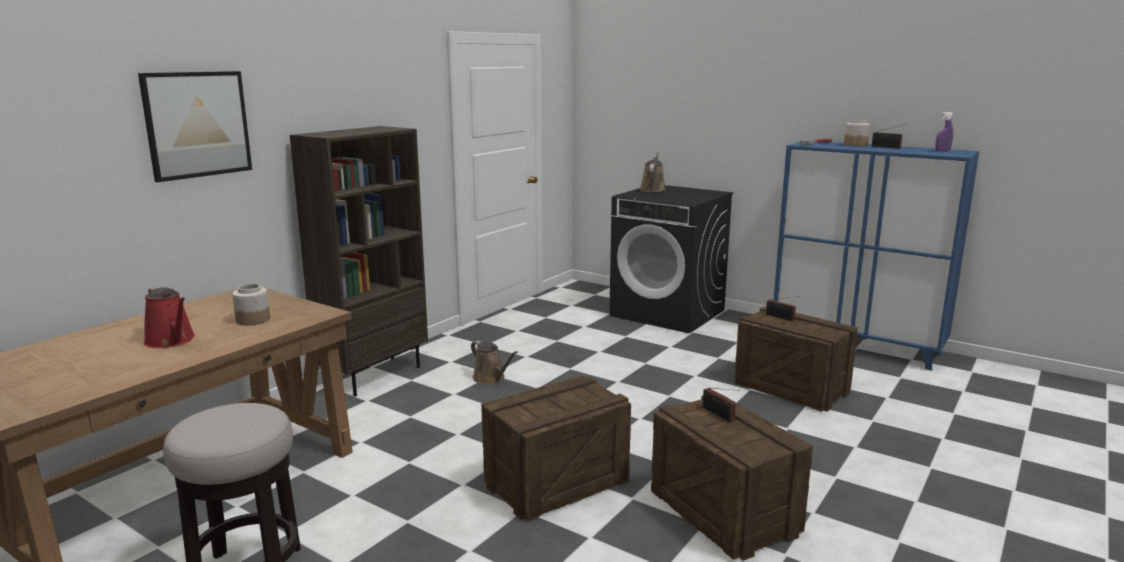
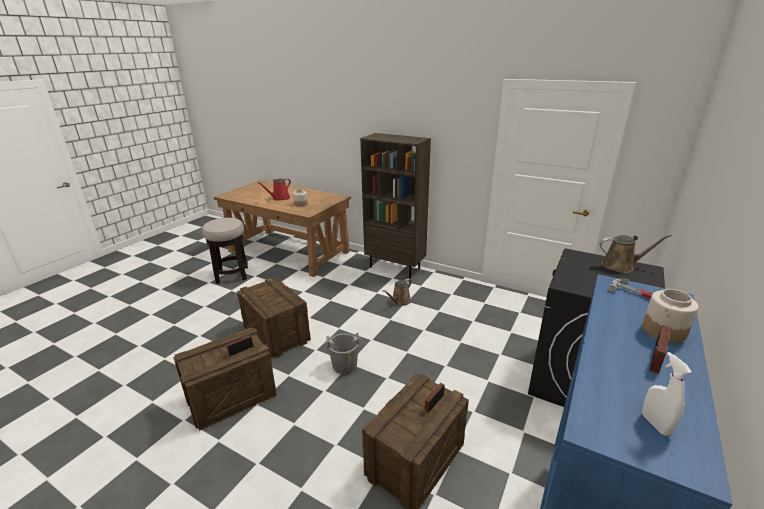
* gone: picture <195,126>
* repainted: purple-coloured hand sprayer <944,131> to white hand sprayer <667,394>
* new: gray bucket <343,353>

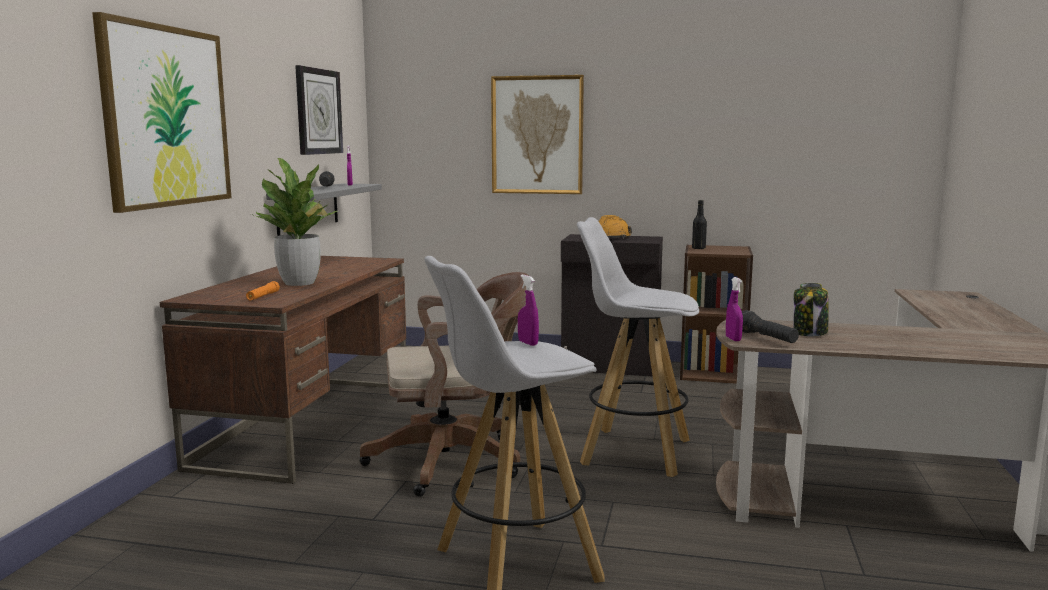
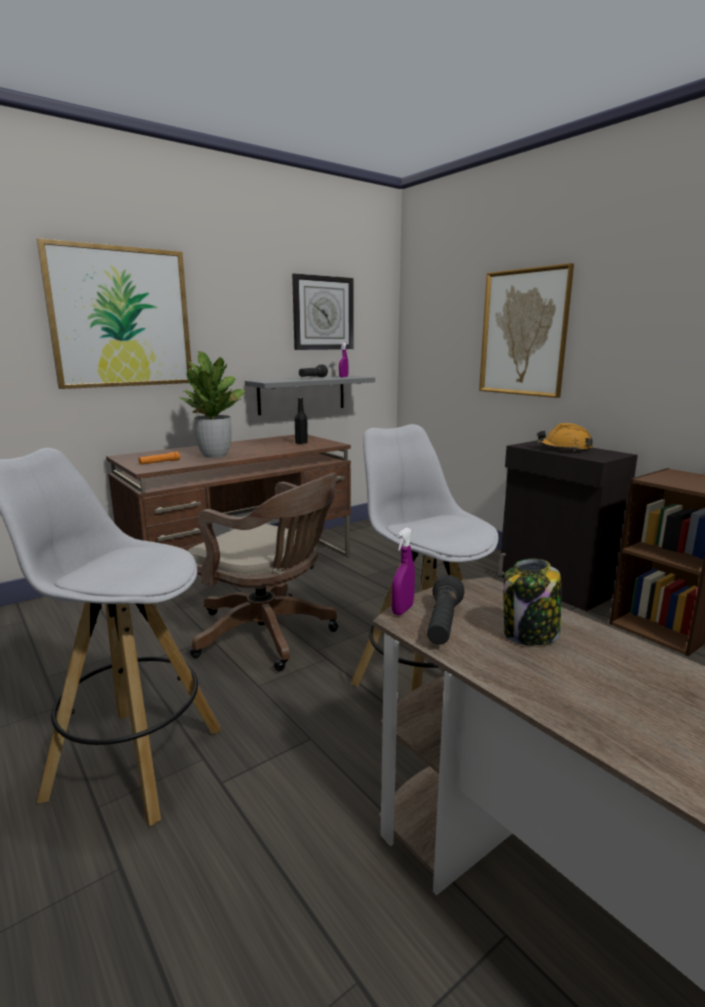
* gone: purple-coloured hand sprayer <528,310>
* shifted: black-coloured drink bottle <699,224> to <301,420>

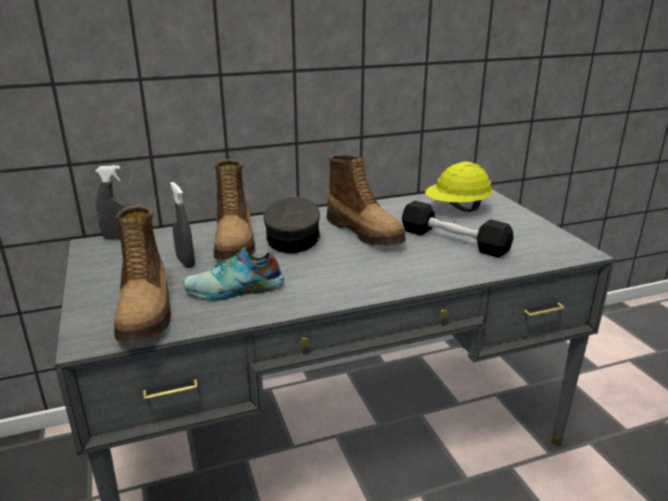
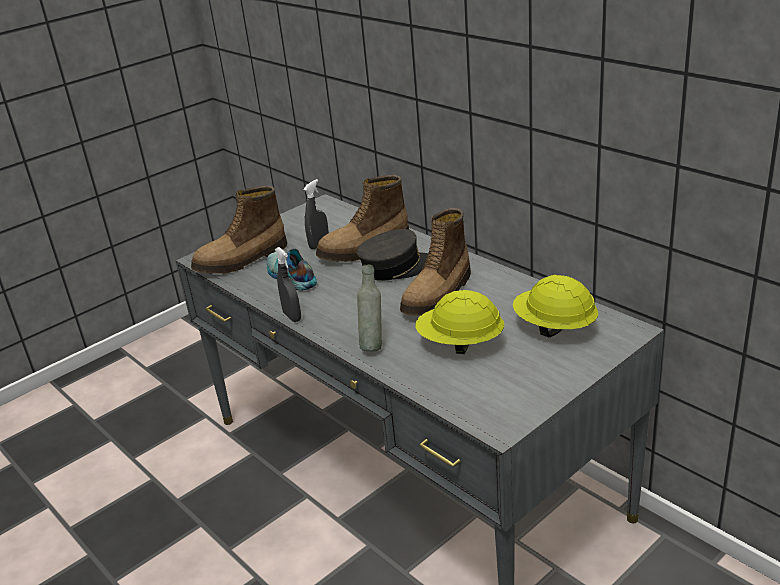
* shifted: gray hand sprayer <112,202> to <288,284>
* swapped: black-coloured free weight <458,229> to yellowish safety helmet <459,322>
* new: gray drink bottle <369,307>

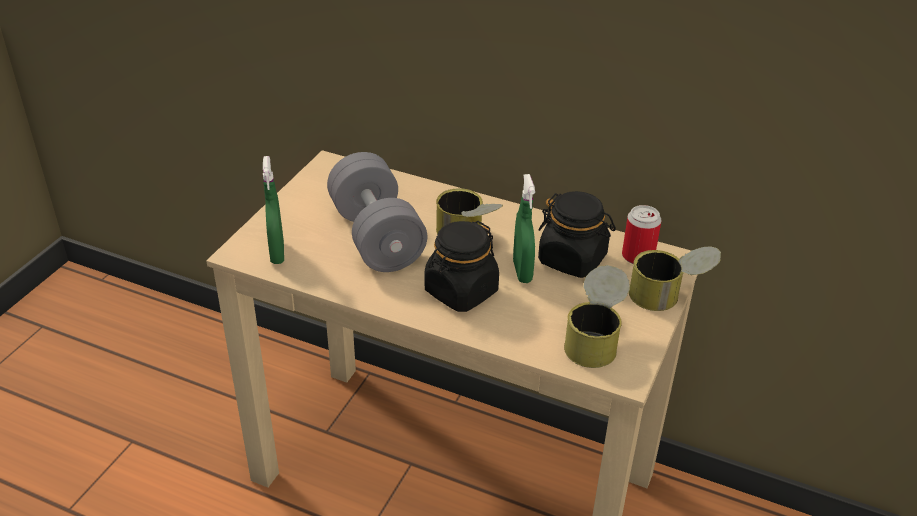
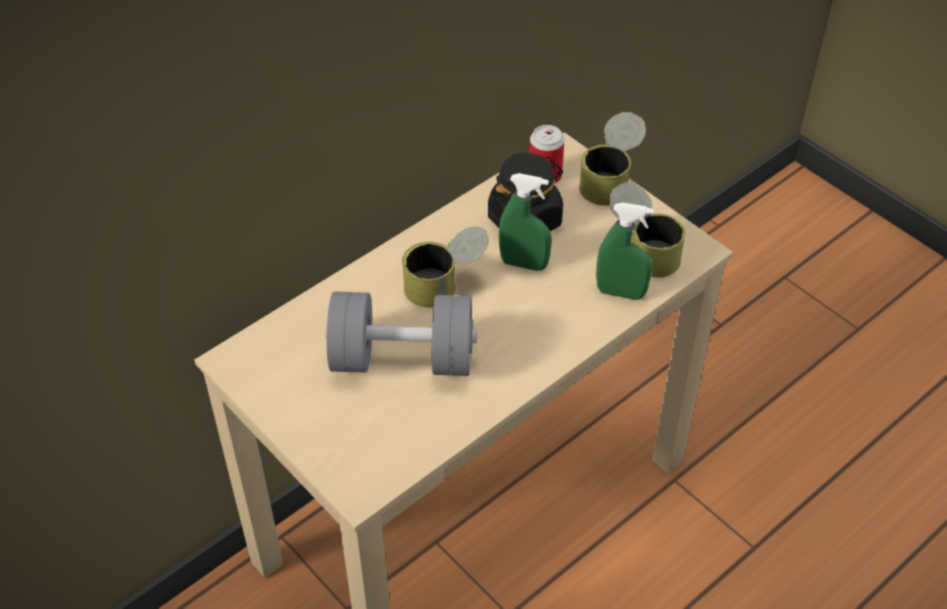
* shifted: green hand sprayer <273,210> to <625,251>
* gone: black-coloured jar <461,266>

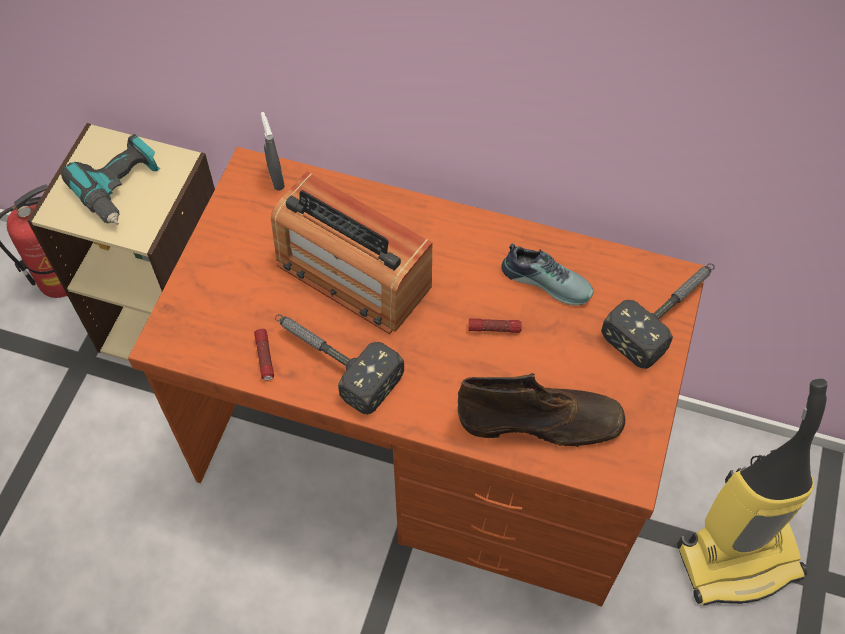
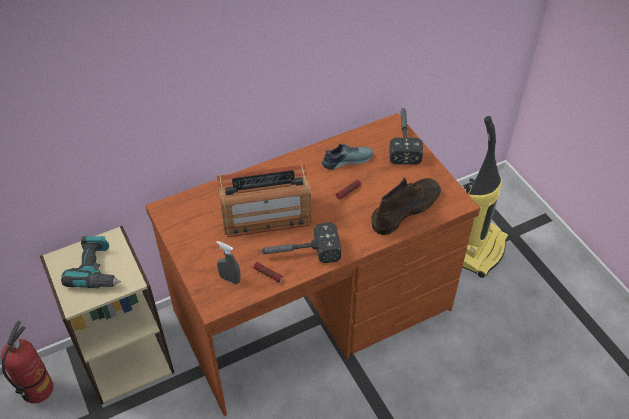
* shifted: gray hand sprayer <273,151> to <228,262>

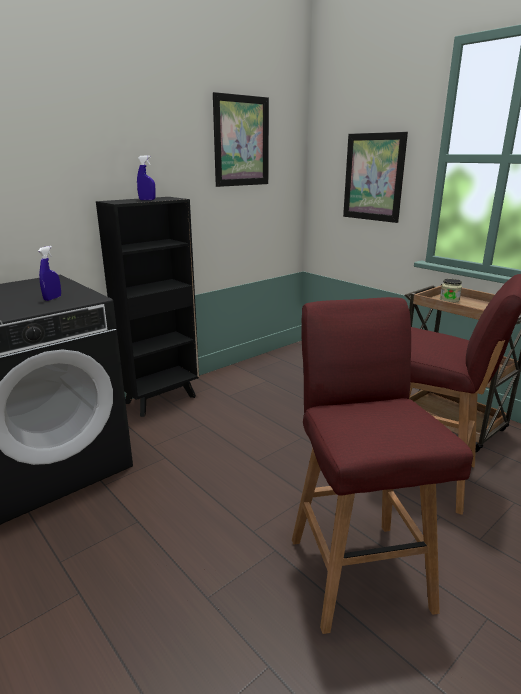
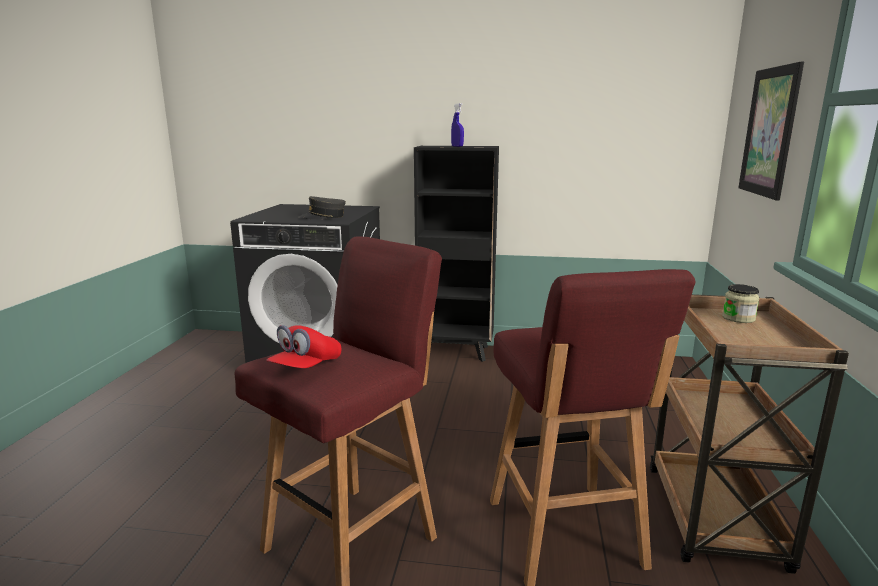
* swapped: bluish hand sprayer <49,273> to gray baseball cap <322,207>
* gone: picture <241,139>
* new: red baseball cap <303,346>

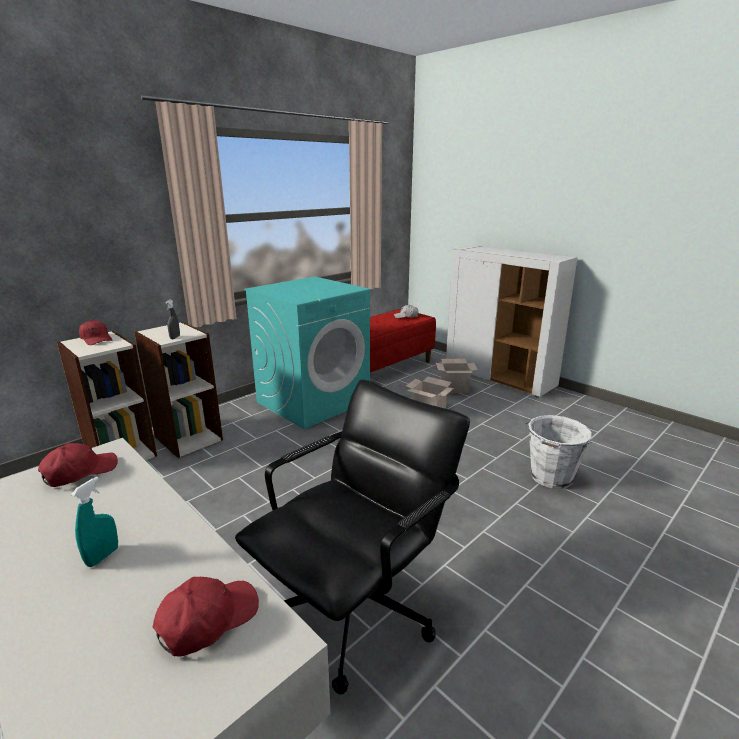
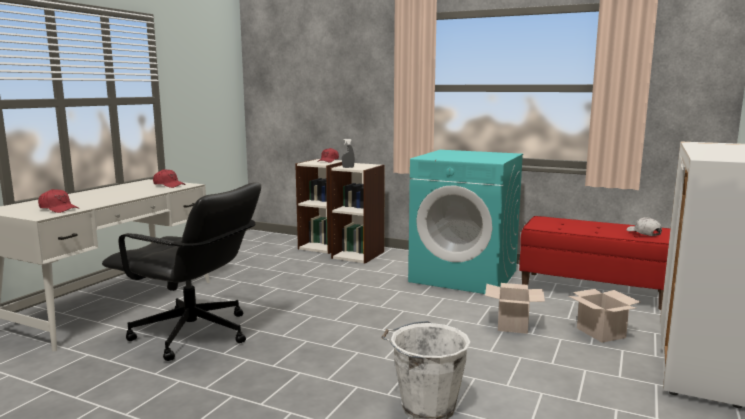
* gone: turquoise hand sprayer <94,522>

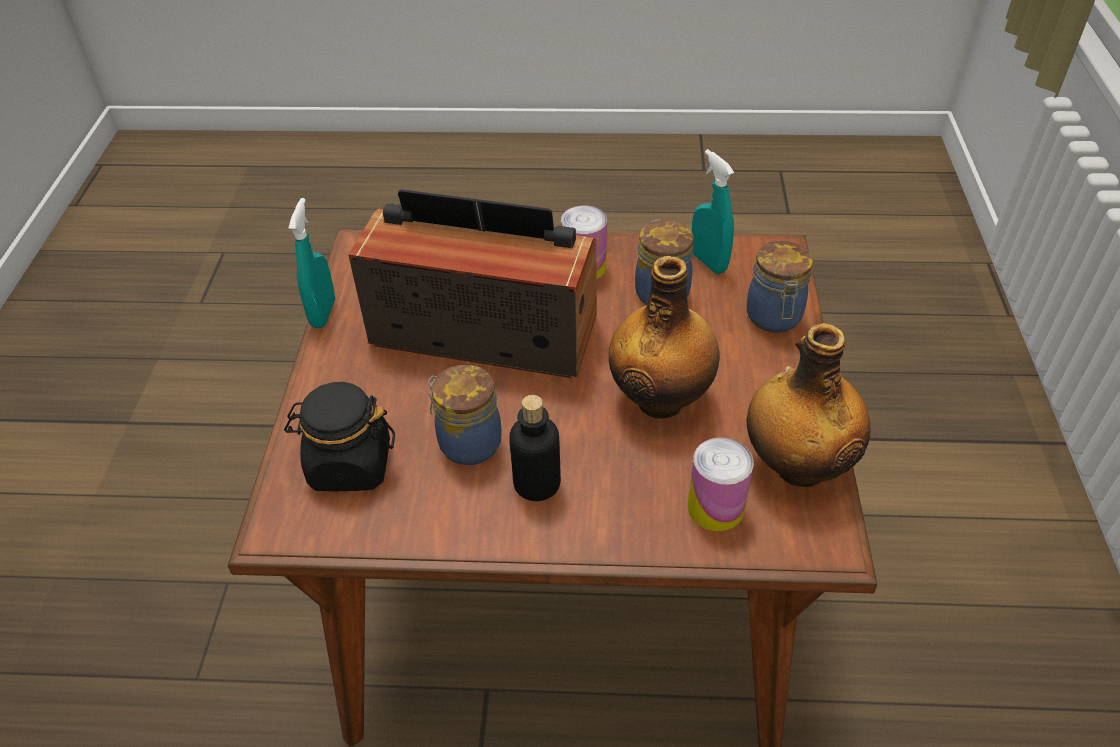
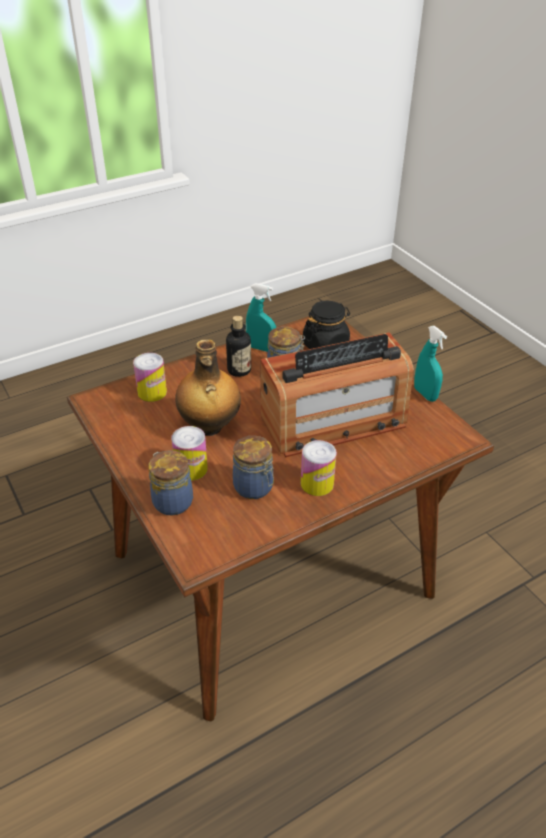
* shifted: turquoise hand sprayer <713,211> to <261,317>
* gone: drink bottle <809,405>
* new: metal can <189,453>

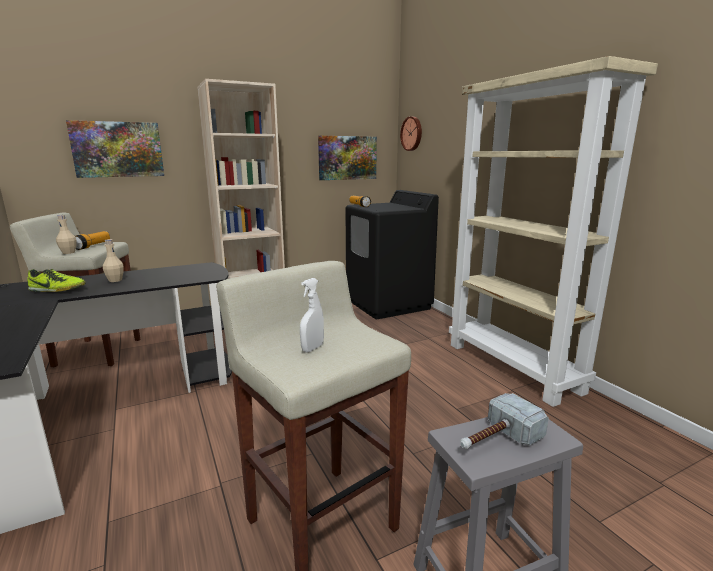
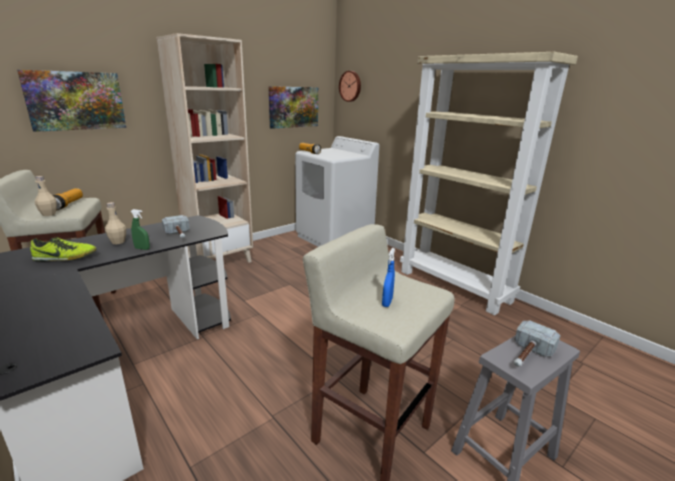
* repainted: white hand sprayer <312,315> to bluish hand sprayer <388,277>
* repainted: black-coloured washing machine <392,254> to white washing machine <337,191>
* new: green hand sprayer <140,229>
* new: hand hammer <176,226>

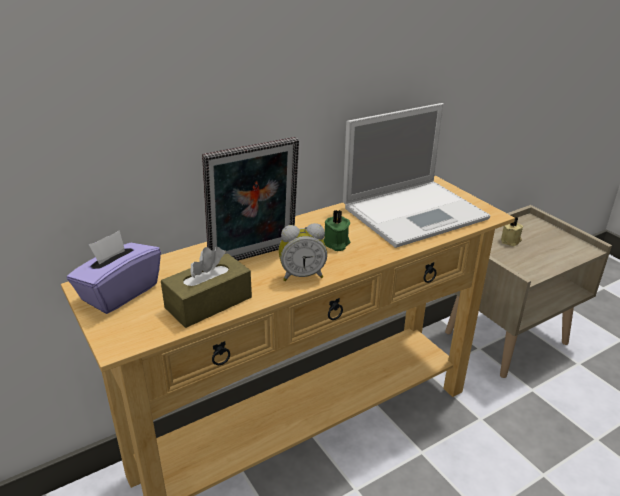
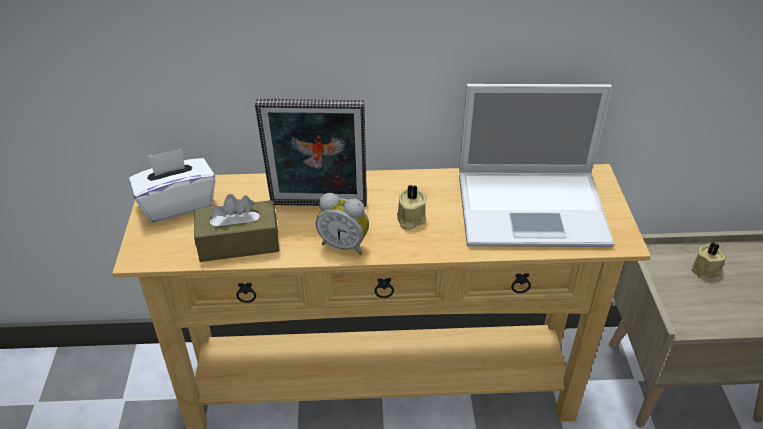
* repainted: purple-coloured tissue holder <114,272> to white tissue holder <172,185>
* repainted: green wax candle <336,230> to beige-coloured wax candle <412,207>

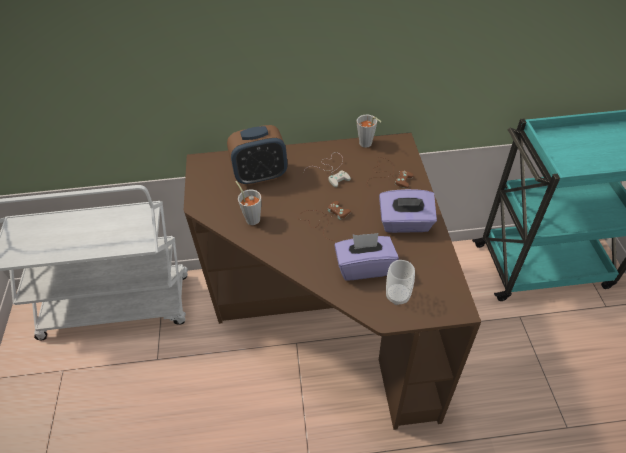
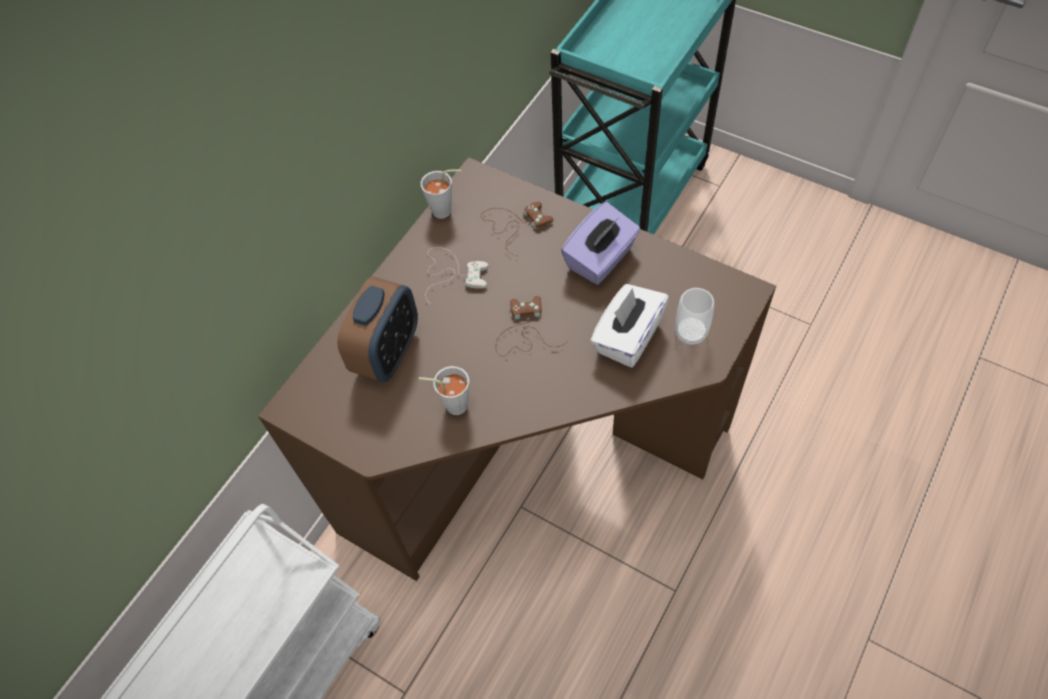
* repainted: purple-coloured tissue holder <366,257> to white tissue holder <630,325>

